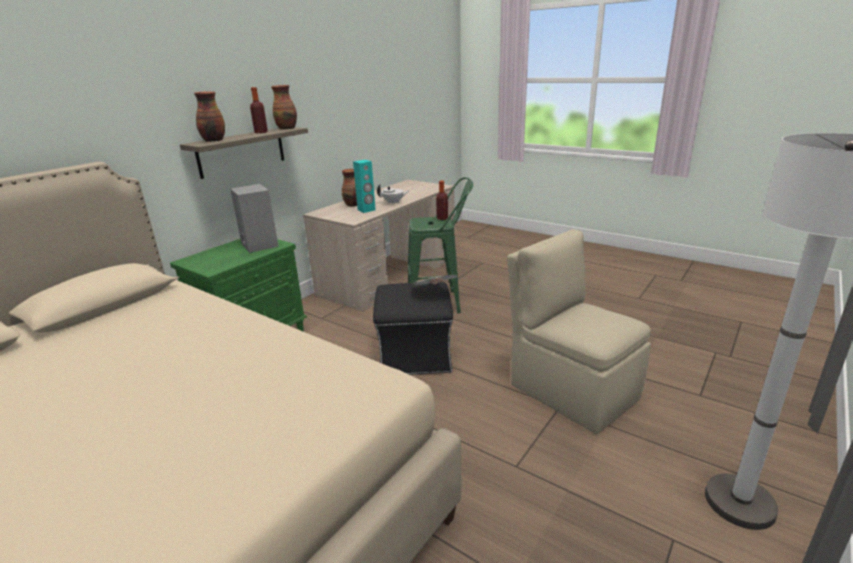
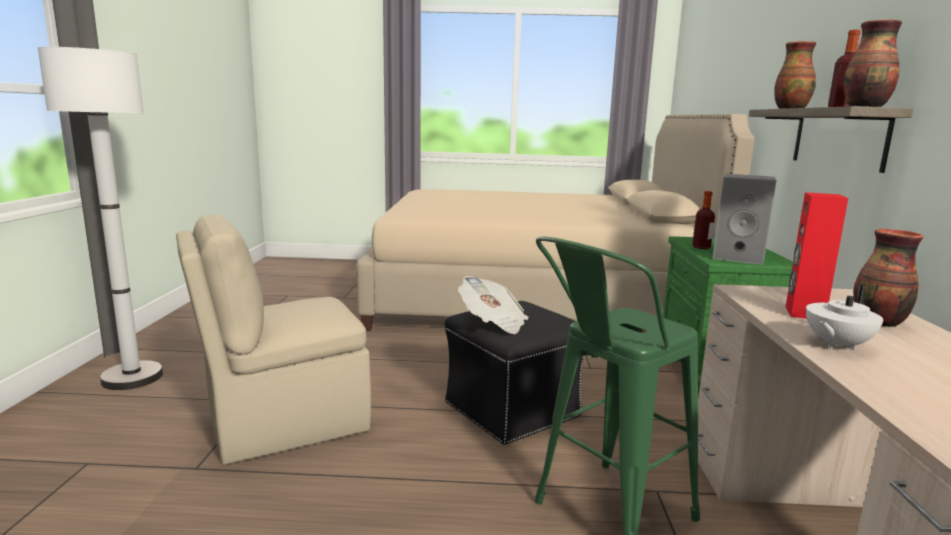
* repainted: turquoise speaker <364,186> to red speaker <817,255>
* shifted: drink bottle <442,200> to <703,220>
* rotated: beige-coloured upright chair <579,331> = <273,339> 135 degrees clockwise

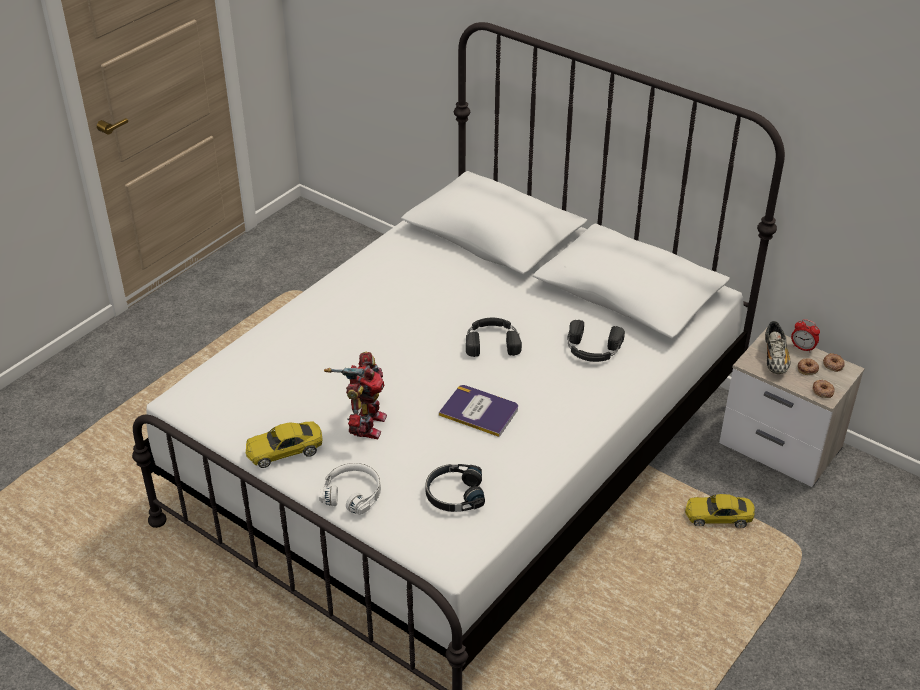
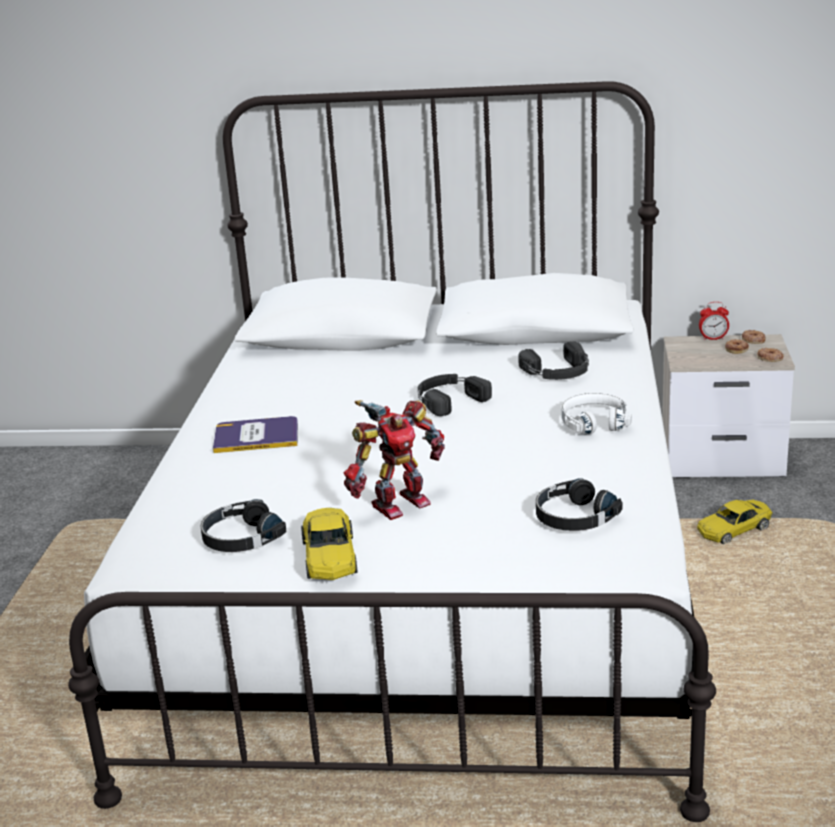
* rotated: yellowish miniature car <284,445> = <329,544> 45 degrees counterclockwise
* shifted: white headset <350,489> to <596,413>
* rotated: model robot <355,395> = <393,460> 75 degrees clockwise
* shifted: bound book <478,411> to <255,434>
* gone: low shoe <778,347>
* new: black-coloured headset <243,525>

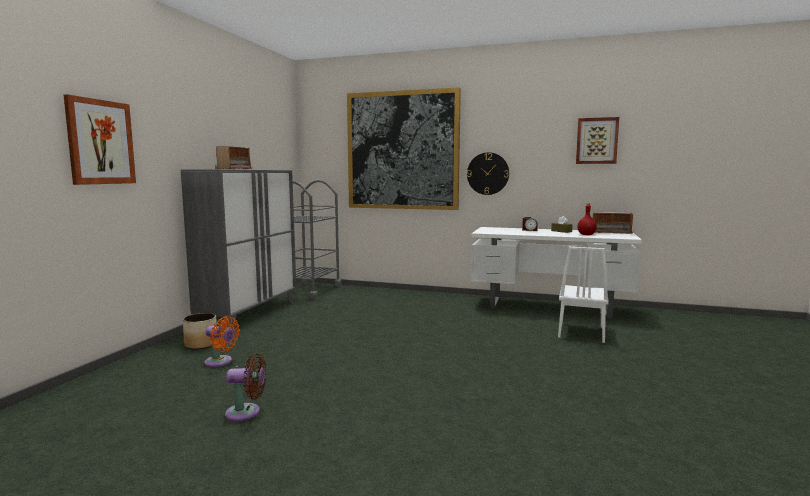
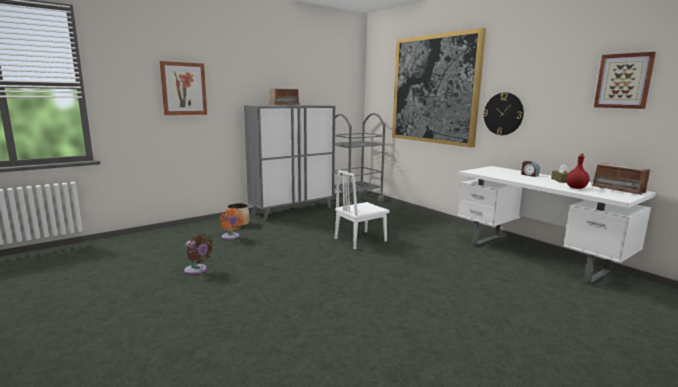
* shifted: white upright chair <583,295> to <362,209>

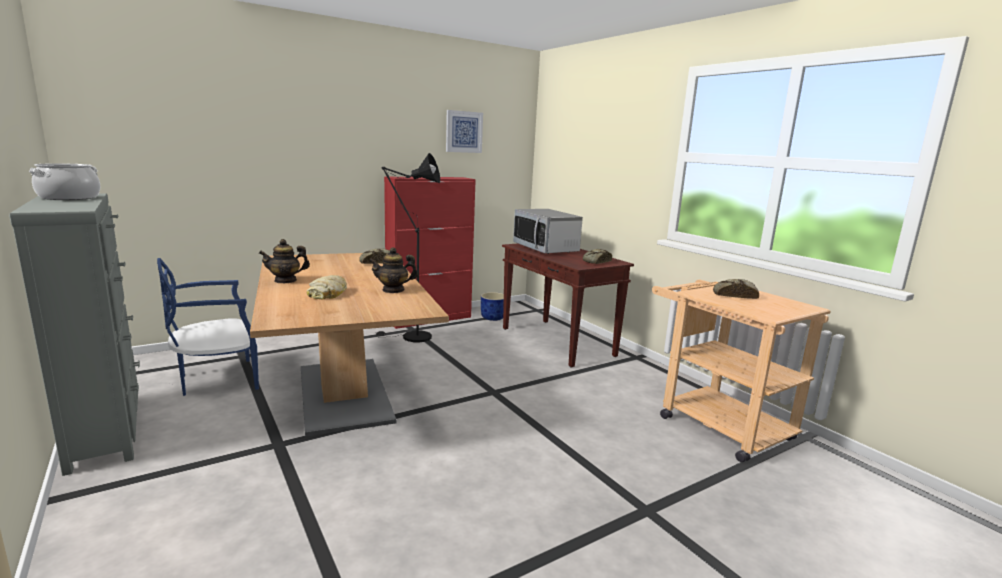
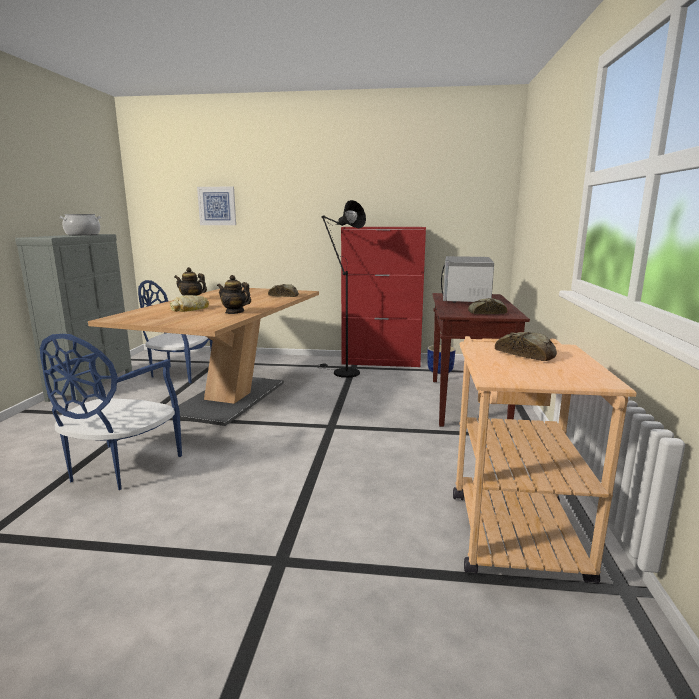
* shifted: picture <464,131> to <216,206>
* new: bluish upright chair <111,412>

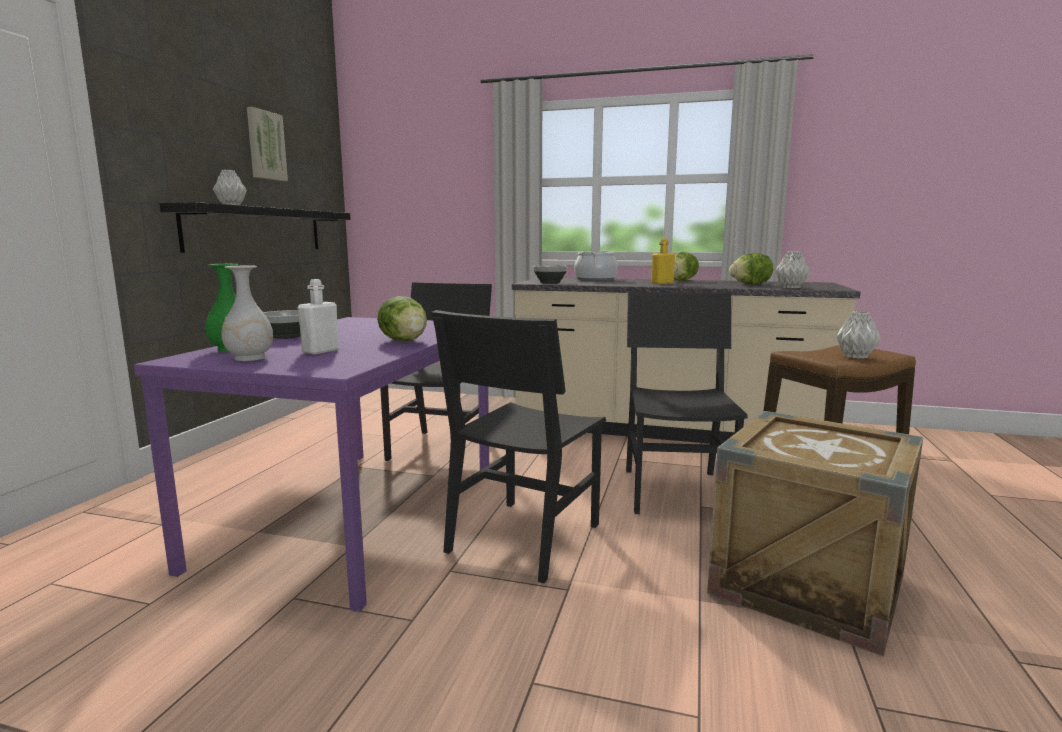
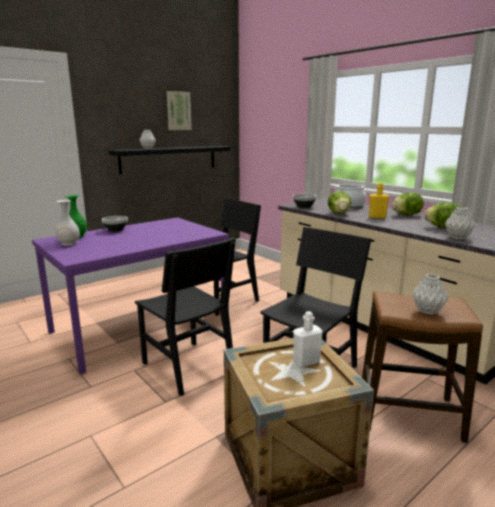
* shifted: white drink bottle <318,316> to <308,339>
* shifted: lettuce <402,318> to <339,202>
* rotated: black-coloured upright chair <518,446> = <185,316> 105 degrees counterclockwise

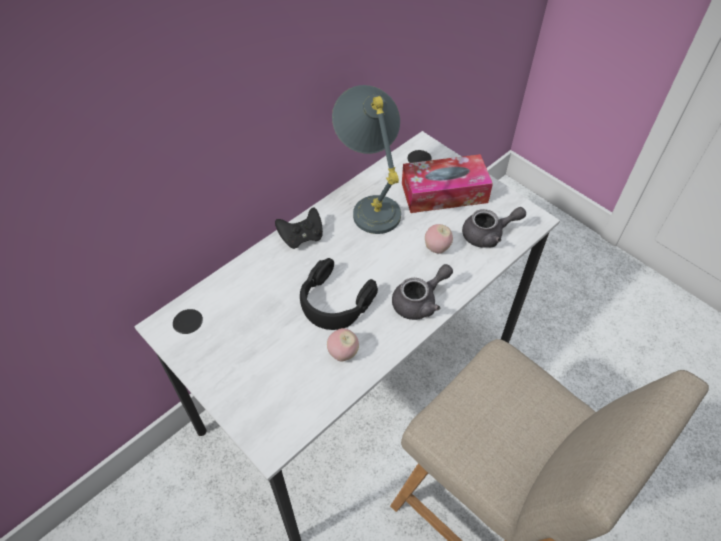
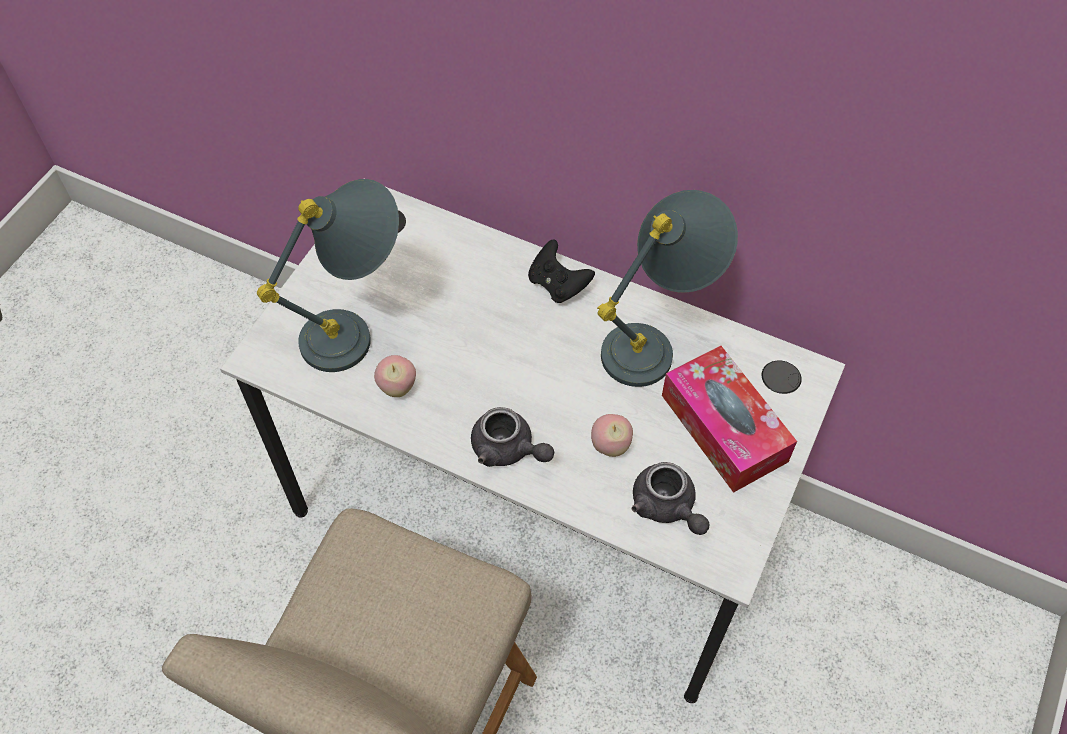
* gone: black-coloured headset <339,294>
* new: gray table lamp <328,275>

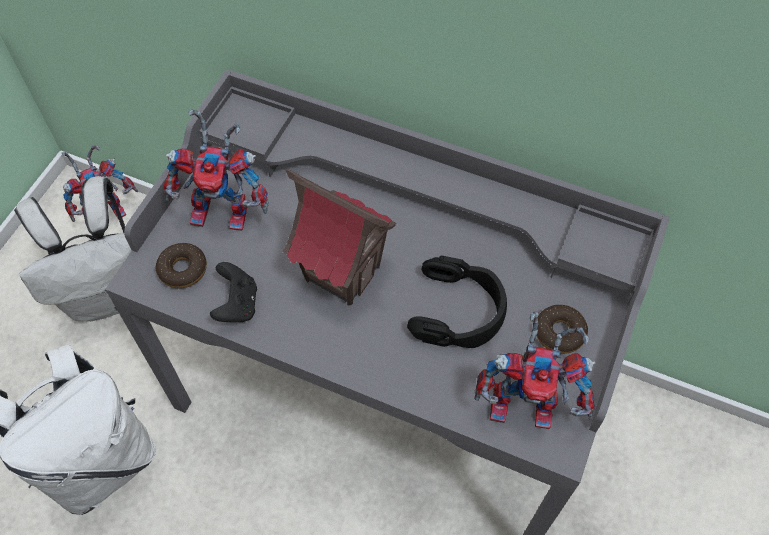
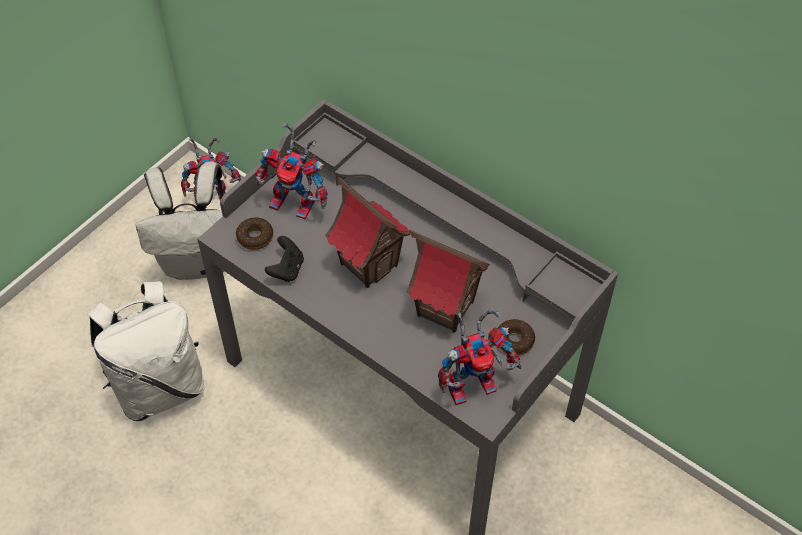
* swapped: black-coloured headset <457,302> to toy house <448,281>
* rotated: model robot <535,370> = <479,357> 45 degrees counterclockwise

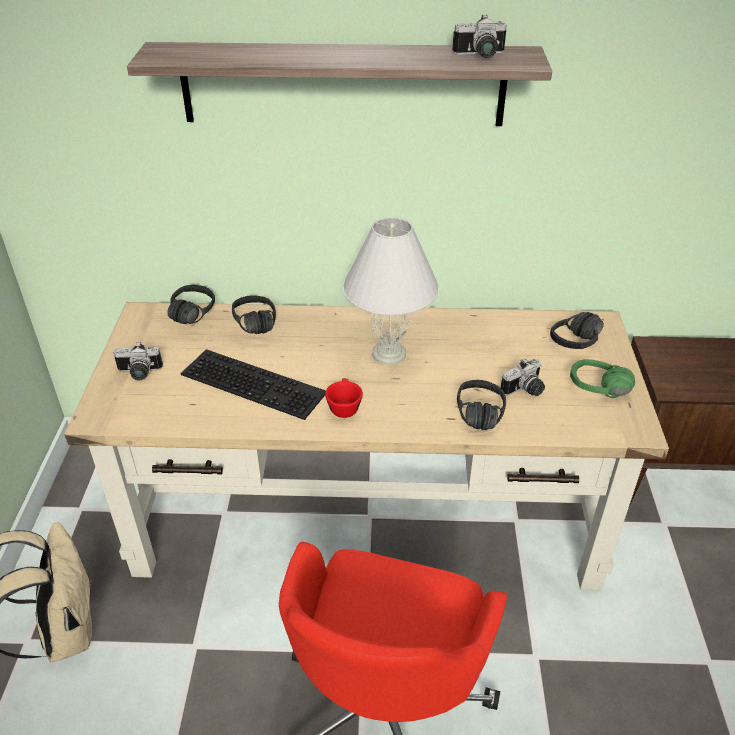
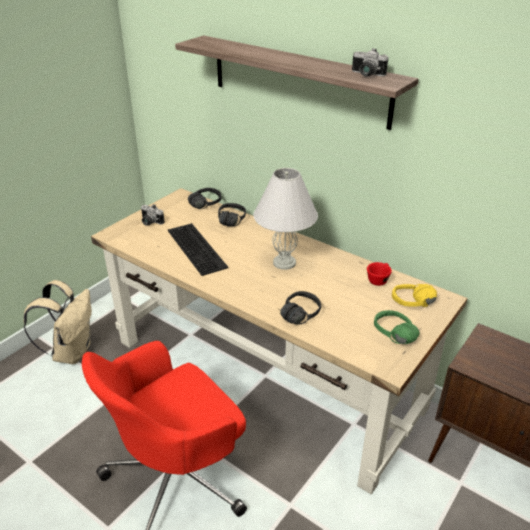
* shifted: red drinking cup <344,398> to <379,274>
* gone: still camera <523,377>
* repainted: black-coloured headset <577,330> to yellowish headset <414,295>

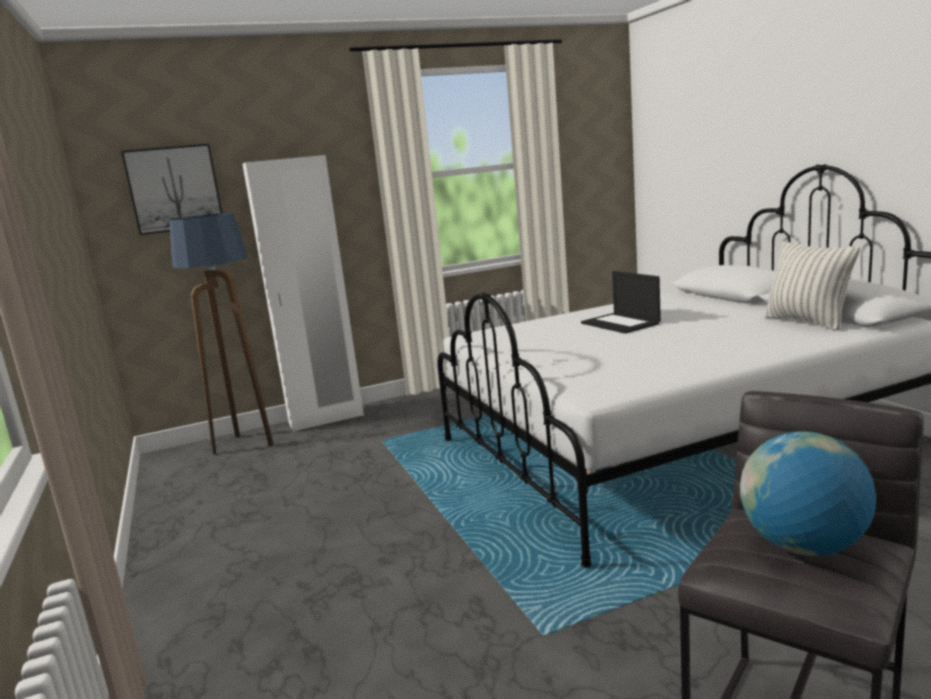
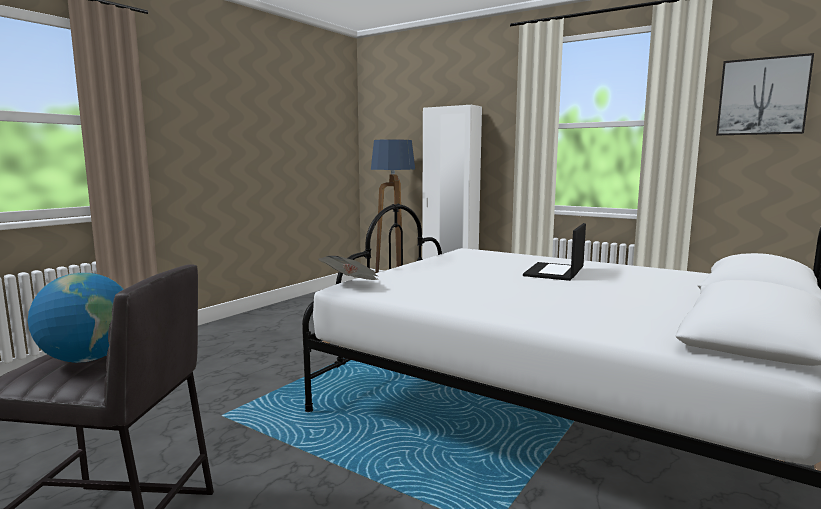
* shifted: picture <171,189> to <765,94>
* gone: pillow <812,286>
* new: newspaper <348,267>

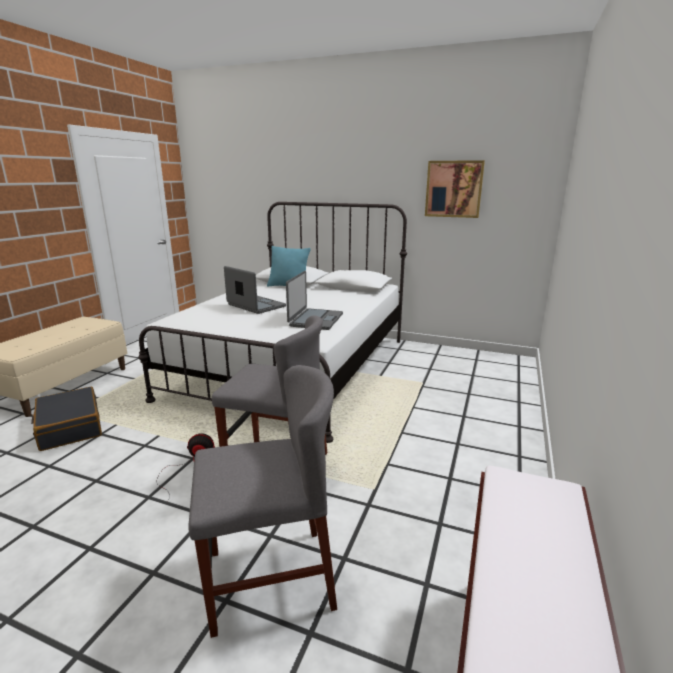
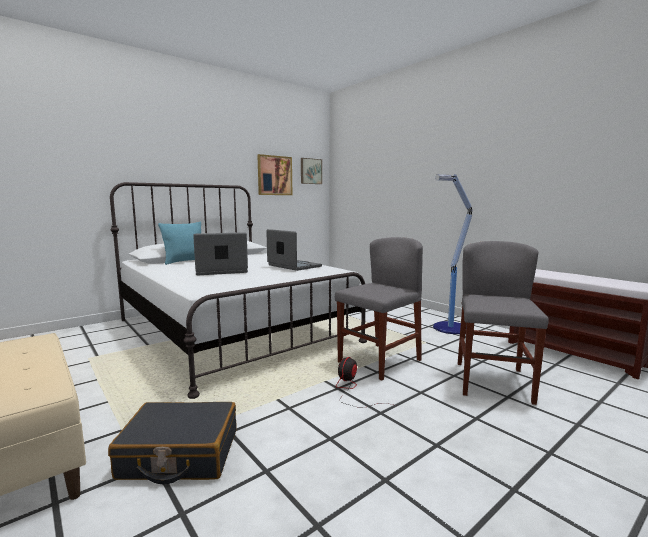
* new: picture <311,171>
* new: standing lamp <452,254>

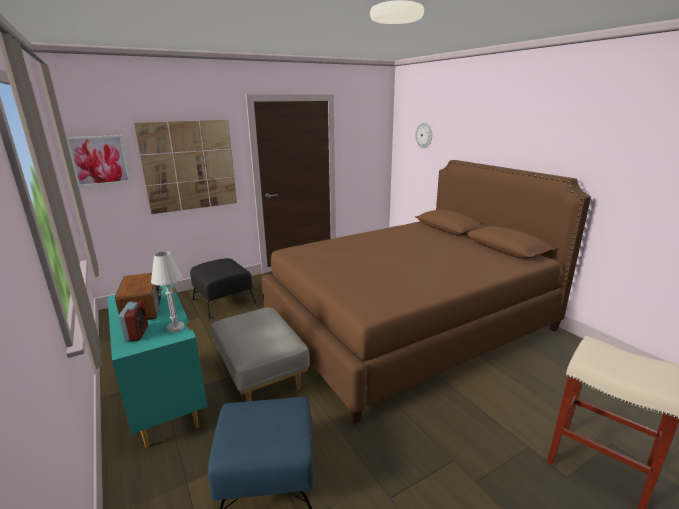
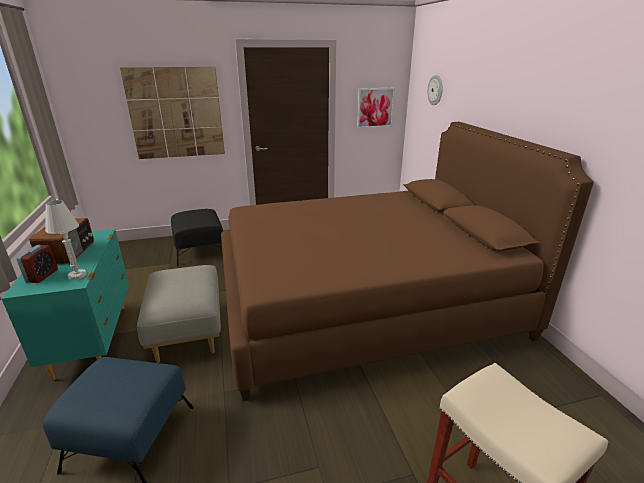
* shifted: picture <98,161> to <376,108>

